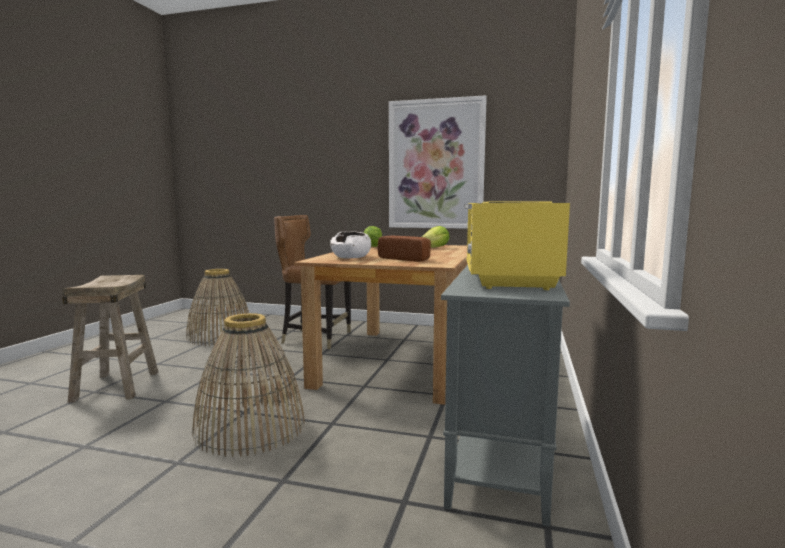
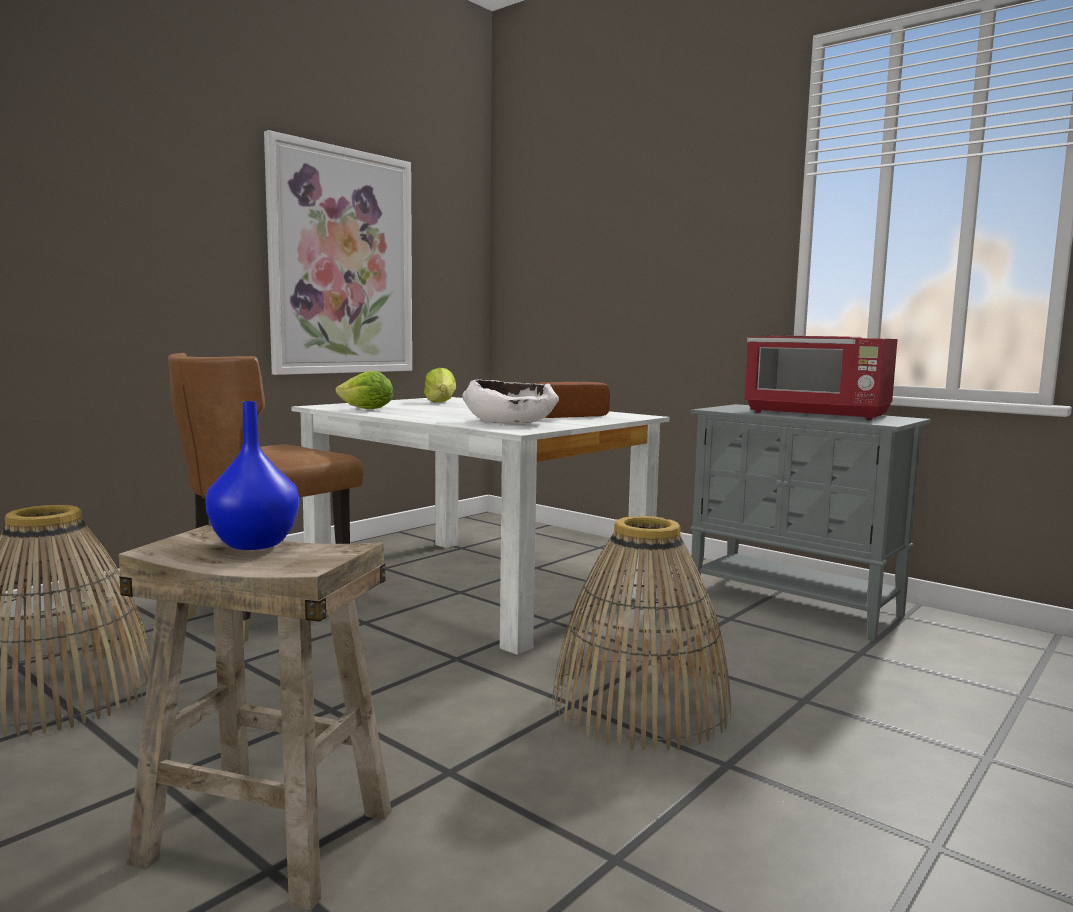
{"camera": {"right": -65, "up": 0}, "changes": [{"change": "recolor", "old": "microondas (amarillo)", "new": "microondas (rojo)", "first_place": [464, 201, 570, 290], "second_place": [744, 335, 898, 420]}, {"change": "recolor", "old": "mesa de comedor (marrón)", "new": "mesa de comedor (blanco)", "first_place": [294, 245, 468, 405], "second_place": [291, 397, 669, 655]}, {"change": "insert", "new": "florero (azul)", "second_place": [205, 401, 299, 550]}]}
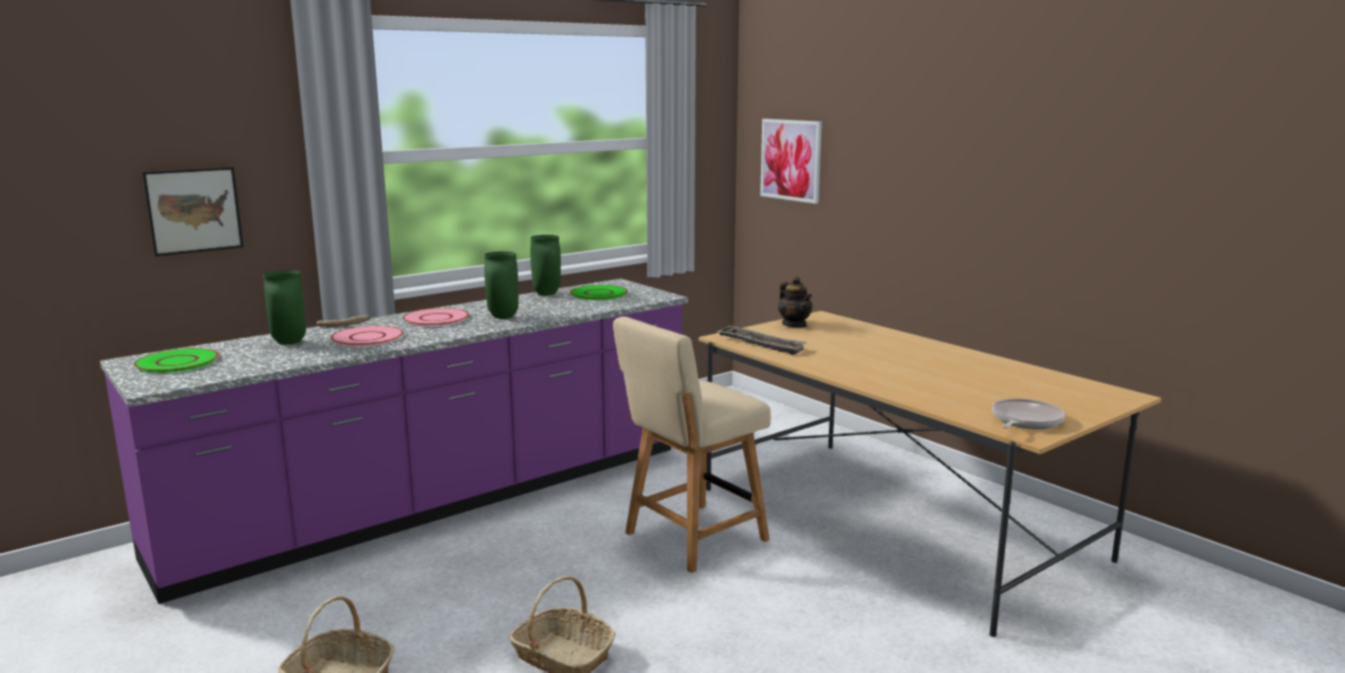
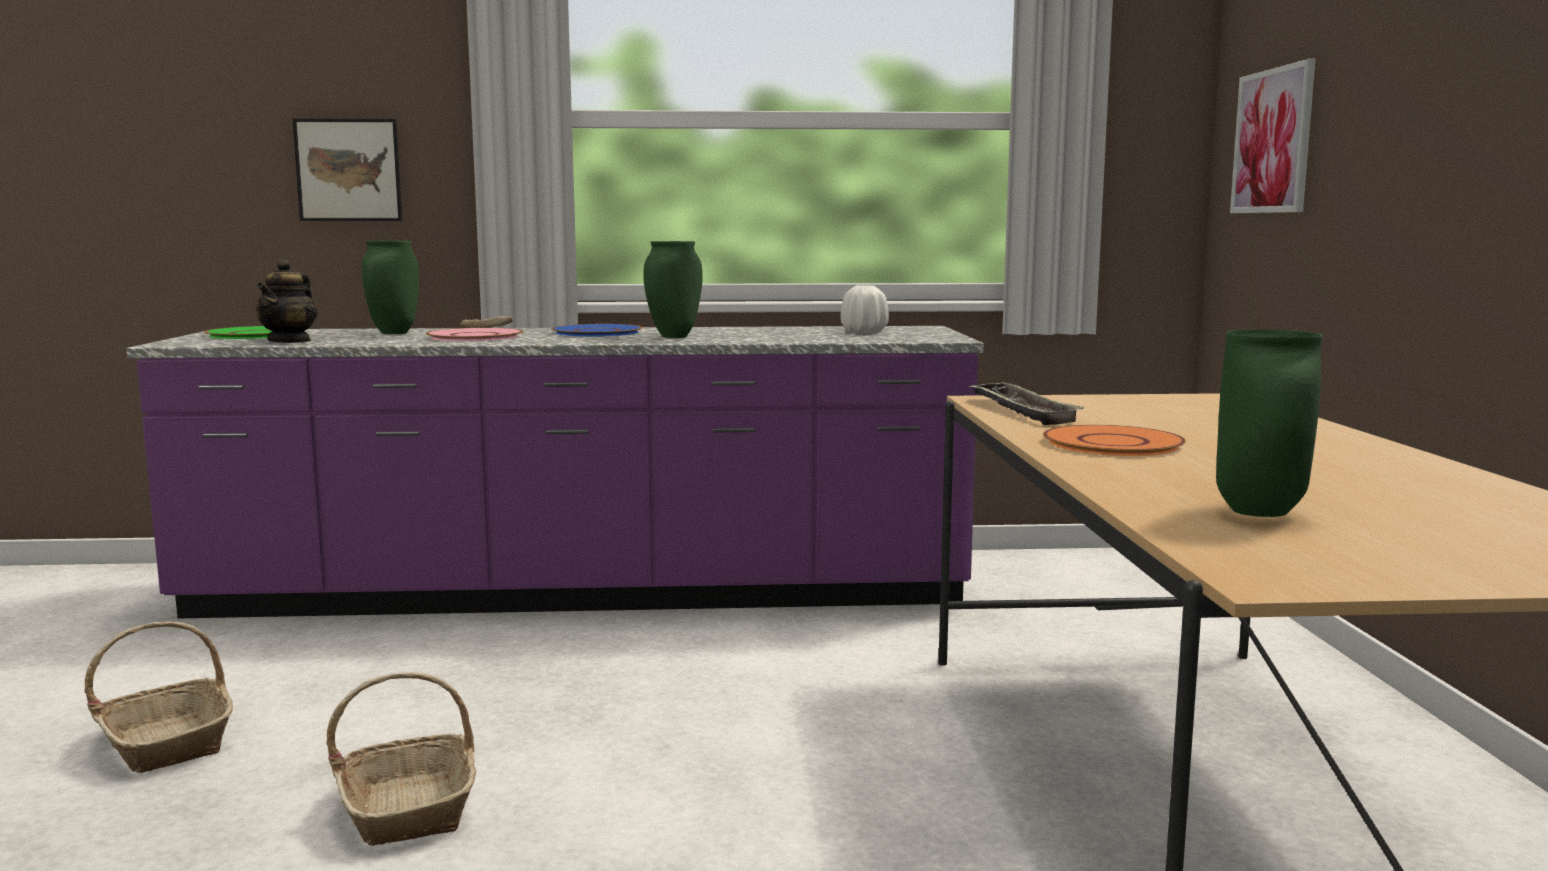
{"camera": {"right": 35, "up": -5}, "changes": [{"change": "move", "old": "florero (verde)", "first_place": [530, 235, 561, 296], "second_place": [1216, 329, 1322, 517]}, {"change": "move", "old": "tetera", "first_place": [778, 277, 812, 327], "second_place": [256, 259, 318, 343]}, {"change": "replace", "old": "plato (verde)", "new": "florero (blanco)", "first_place": [570, 285, 628, 300], "second_place": [841, 285, 889, 333]}, {"change": "recolor", "old": "plato (rosa)", "new": "plato (azul)", "first_place": [403, 308, 469, 326], "second_place": [551, 324, 643, 337]}, {"change": "delete", "old": "silla (beis)", "first_place": [613, 317, 771, 573]}, {"change": "delete", "old": "sartén", "first_place": [992, 398, 1065, 429]}, {"change": "insert", "new": "plato (naranja)", "second_place": [1043, 425, 1186, 456]}]}
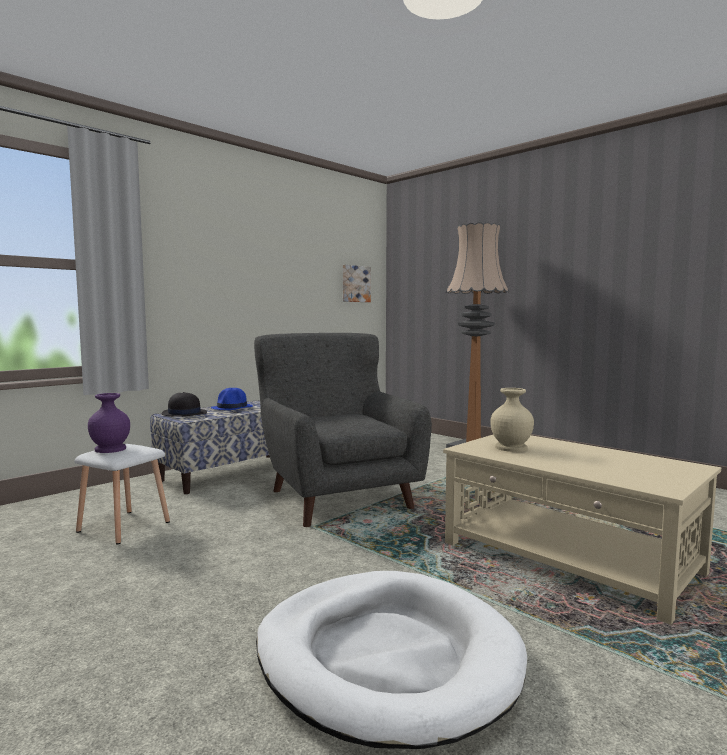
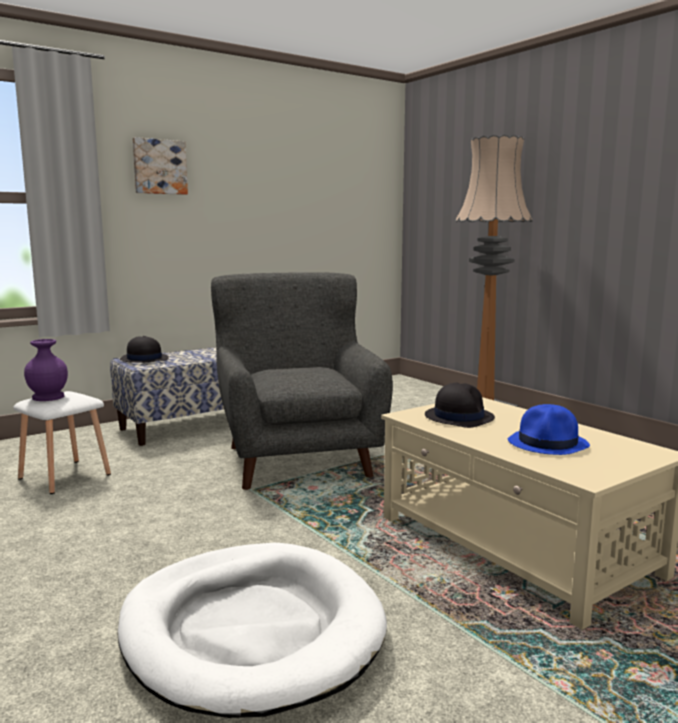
{"camera": {"right": 10, "up": 5}, "changes": [{"change": "move", "old": "cuadro", "first_place": [343, 265, 371, 302], "second_place": [133, 137, 188, 195]}, {"change": "move", "old": "sombrero (azul)", "first_place": [211, 388, 253, 410], "second_place": [507, 404, 590, 455]}, {"change": "replace", "old": "florero (beis)", "new": "sombrero (negro)", "first_place": [490, 388, 534, 452], "second_place": [425, 382, 495, 428]}]}
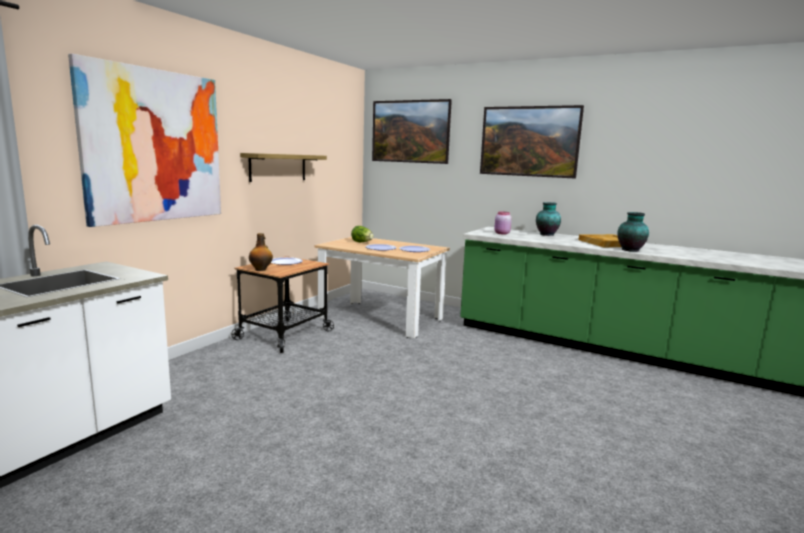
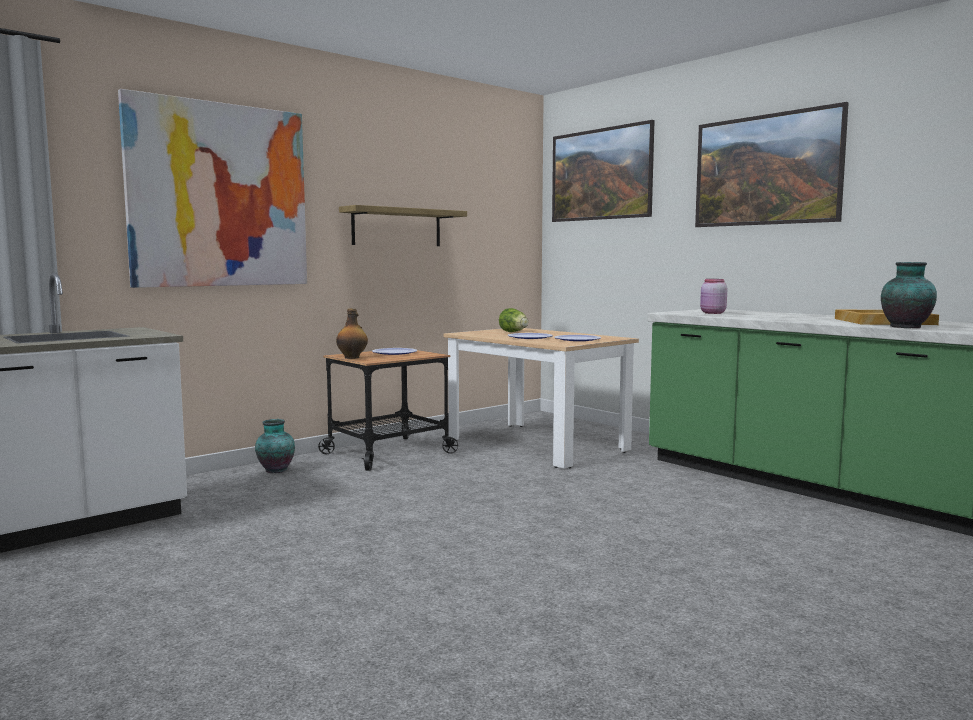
{"camera": {"right": 20, "up": -5}, "changes": [{"change": "move", "old": "florero", "first_place": [536, 202, 561, 236], "second_place": [255, 419, 295, 473]}]}
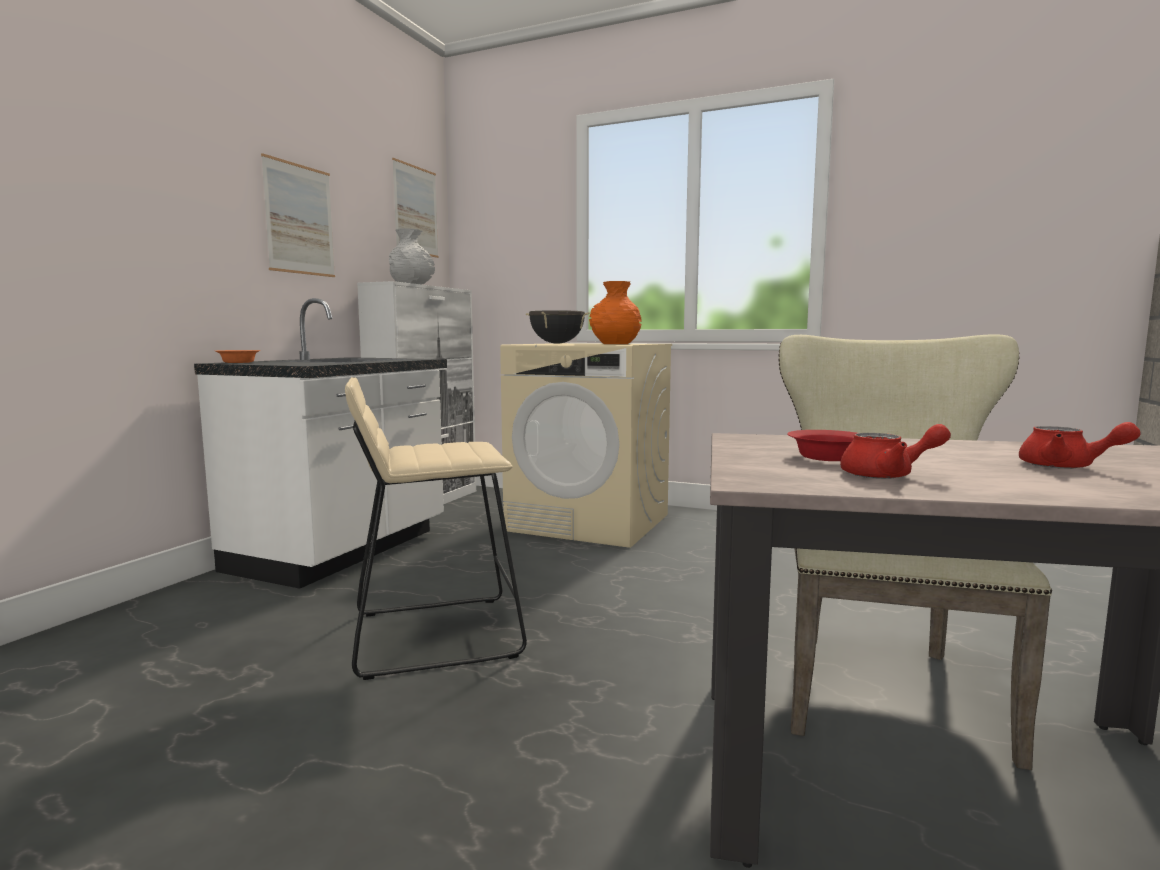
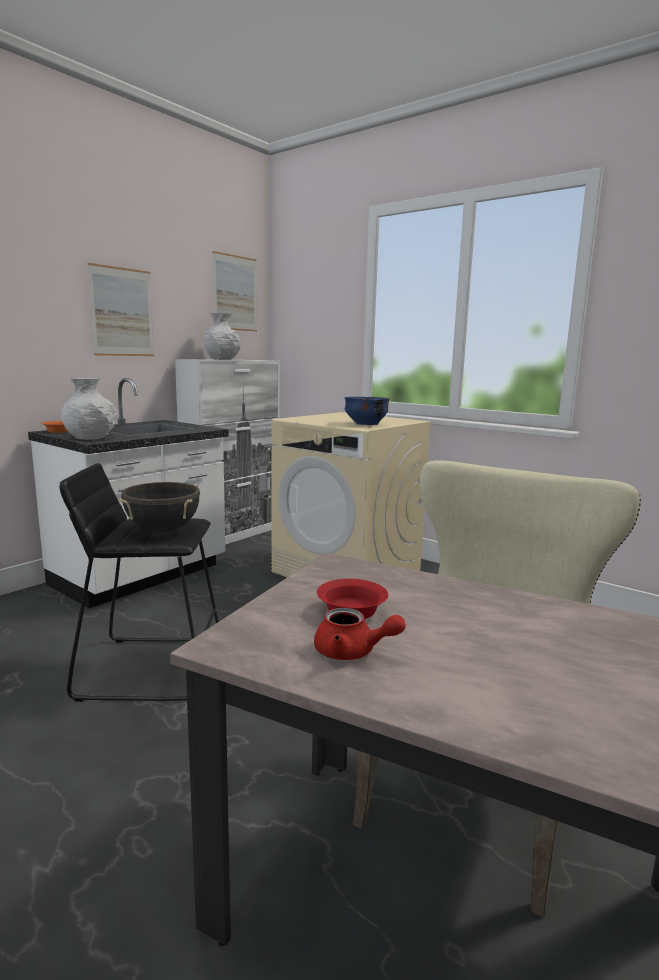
{"camera": {"right": 15, "up": 5}, "changes": [{"change": "replace", "old": "florero (naranja)", "new": "cuenco (azul)", "first_place": [589, 281, 642, 344], "second_place": [345, 397, 390, 425]}, {"change": "move", "old": "olla (negro)", "first_place": [526, 310, 590, 344], "second_place": [118, 482, 200, 533]}, {"change": "recolor", "old": "taburete (beis)", "new": "taburete (negro)", "first_place": [345, 377, 527, 680], "second_place": [59, 463, 219, 702]}, {"change": "delete", "old": "tetera (rojo)", "first_place": [1019, 422, 1140, 469]}, {"change": "insert", "new": "florero (blanco)", "second_place": [61, 378, 117, 440]}]}
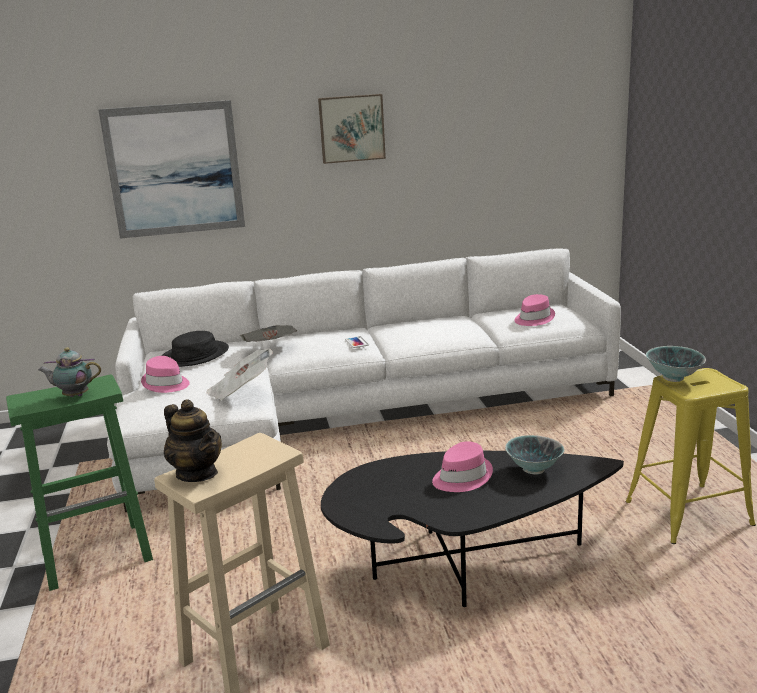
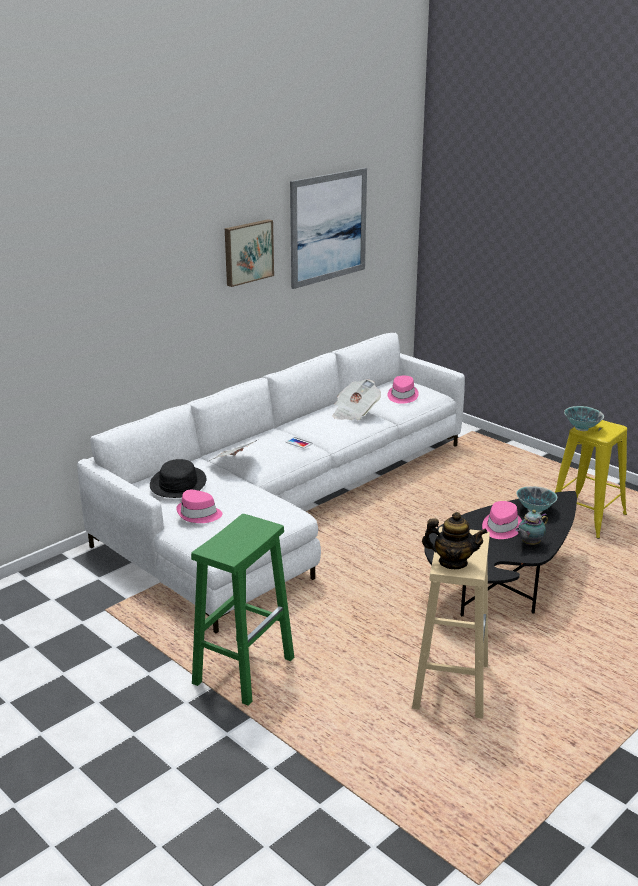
{"camera": {"right": -35, "up": 5}, "changes": [{"change": "move", "old": "cuadro", "first_place": [98, 100, 245, 239], "second_place": [290, 168, 367, 289]}, {"change": "move", "old": "tetera", "first_place": [38, 347, 101, 397], "second_place": [515, 510, 548, 545]}, {"change": "move", "old": "periódico", "first_place": [206, 349, 273, 401], "second_place": [333, 379, 381, 420]}]}
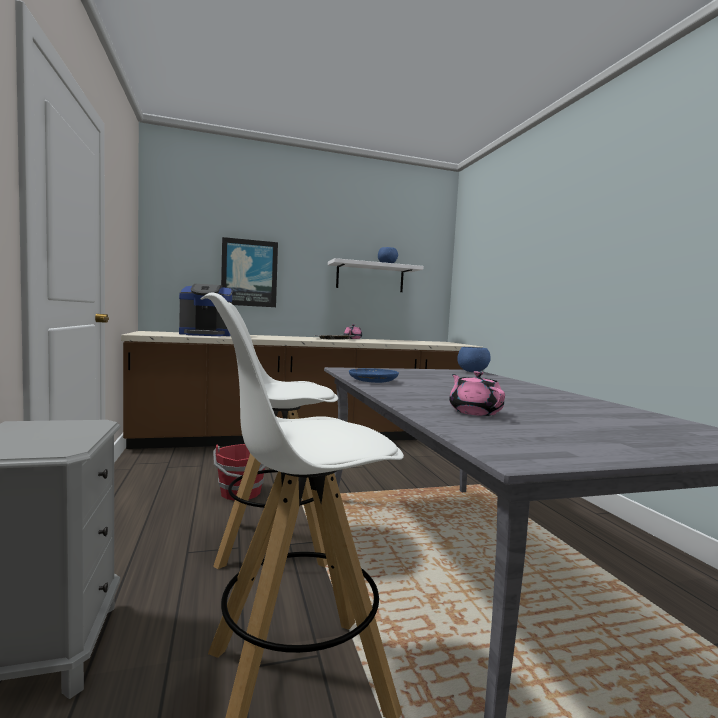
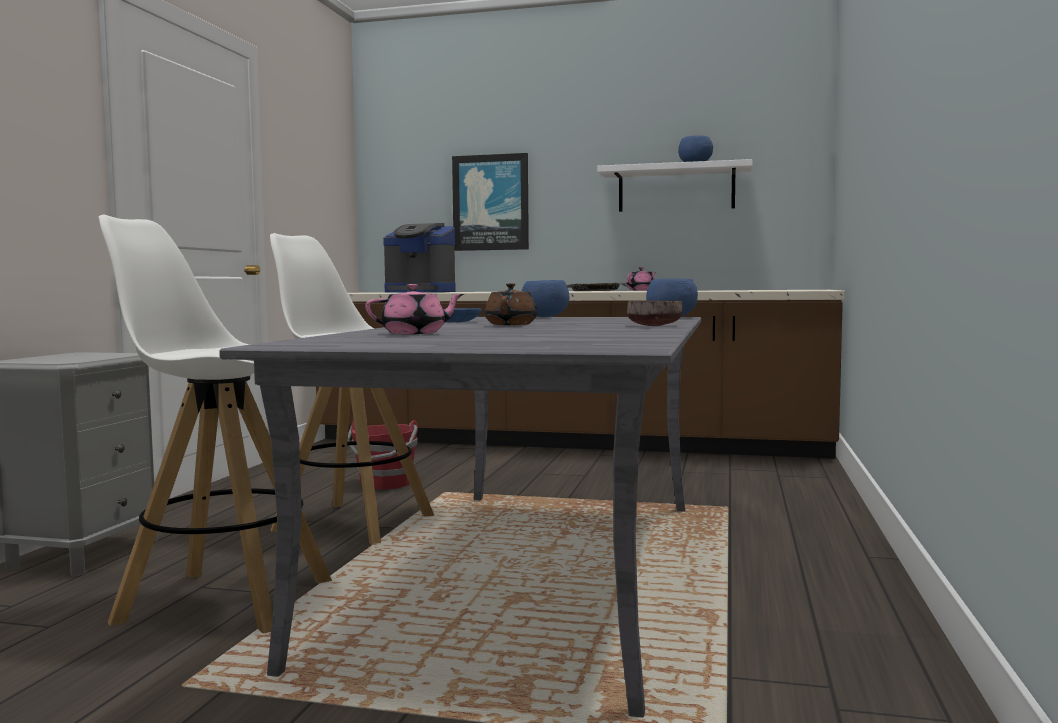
{"camera": {"right": 30, "up": 0}, "changes": [{"change": "rotate", "old": "tetera (rosa)", "first_place": [449, 371, 505, 416], "second_place": [365, 284, 464, 334], "degrees": 60}, {"change": "insert", "new": "cuenco (azul)", "second_place": [522, 280, 570, 317]}, {"change": "insert", "new": "tetera (marrón)", "second_place": [485, 283, 537, 325]}, {"change": "insert", "new": "cuenco (marrón)", "second_place": [627, 300, 682, 326]}]}
